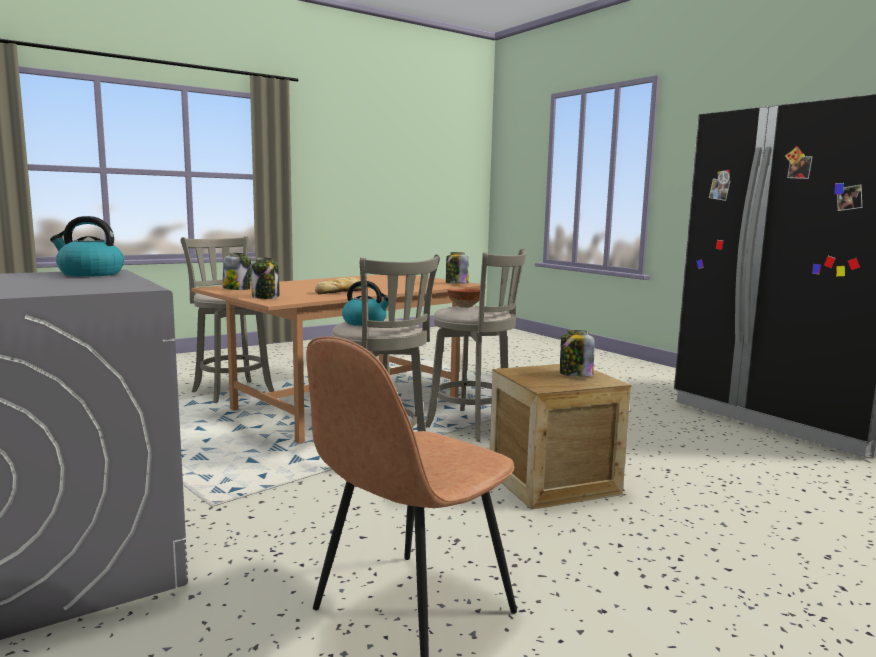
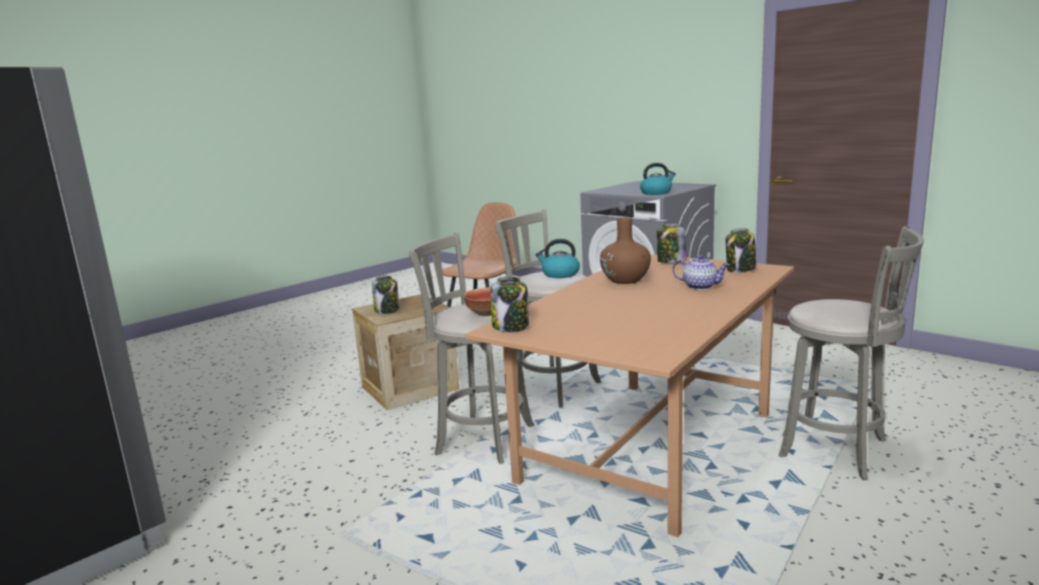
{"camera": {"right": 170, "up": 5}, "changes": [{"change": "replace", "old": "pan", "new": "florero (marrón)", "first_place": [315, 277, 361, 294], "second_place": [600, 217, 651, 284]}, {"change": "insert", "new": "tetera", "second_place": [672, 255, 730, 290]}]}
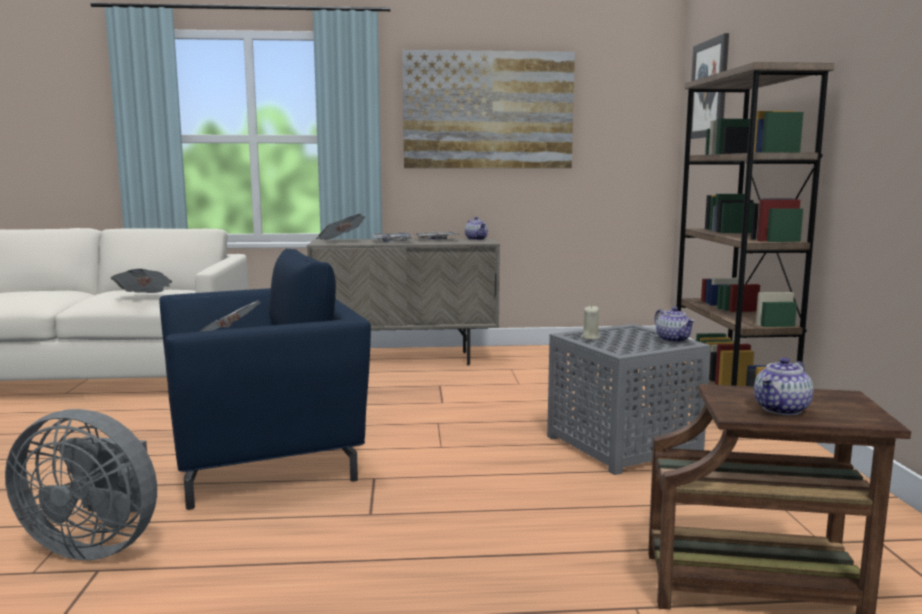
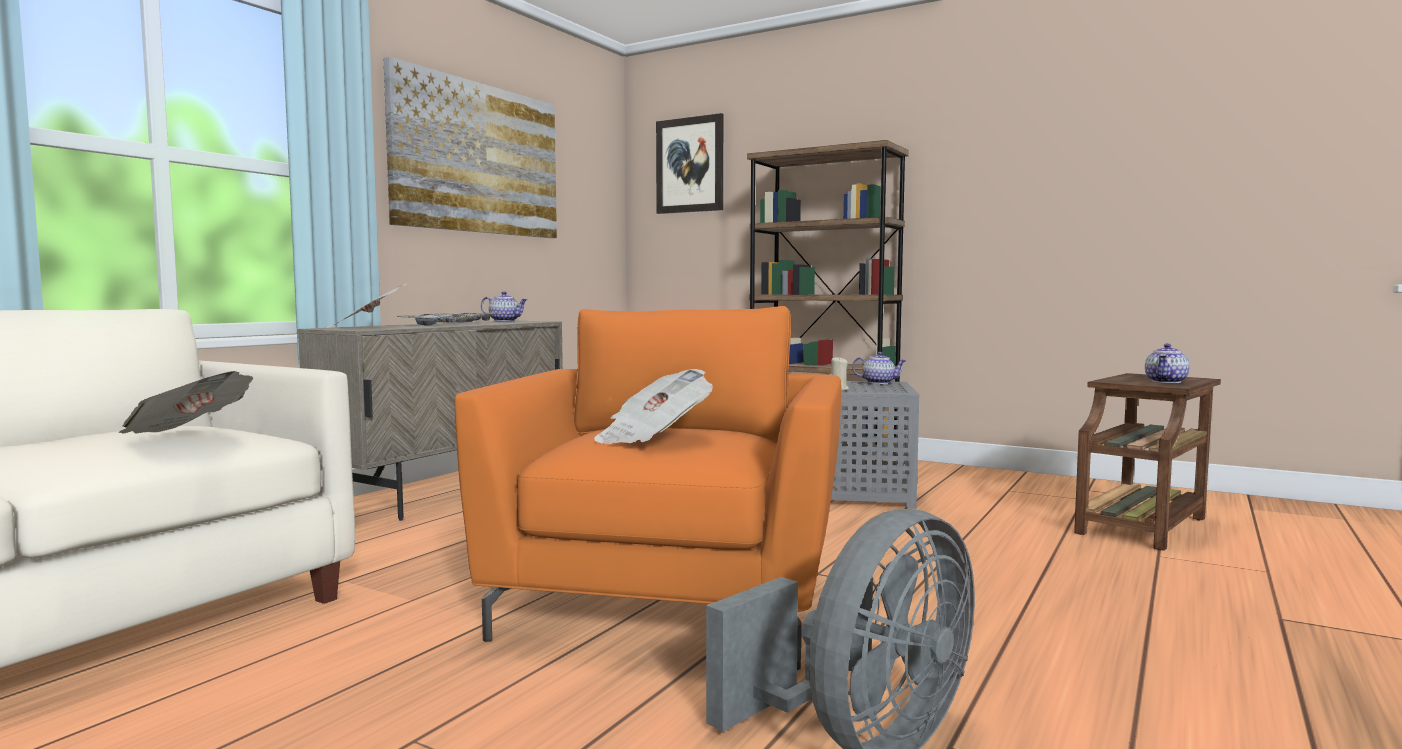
{"camera": {"right": -55, "up": -5}, "changes": [{"change": "recolor", "old": "sillón (azul)", "new": "sillón (naranja)", "first_place": [160, 249, 371, 510], "second_place": [455, 306, 841, 671]}, {"change": "rotate", "old": "tetera", "first_place": [754, 357, 813, 415], "second_place": [1145, 343, 1189, 383], "degrees": 45}]}
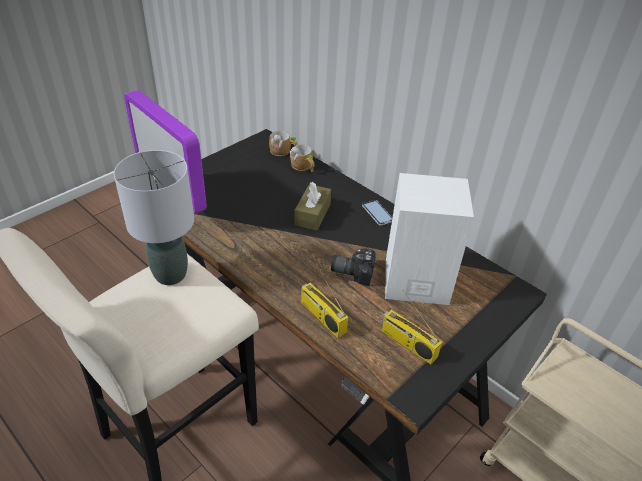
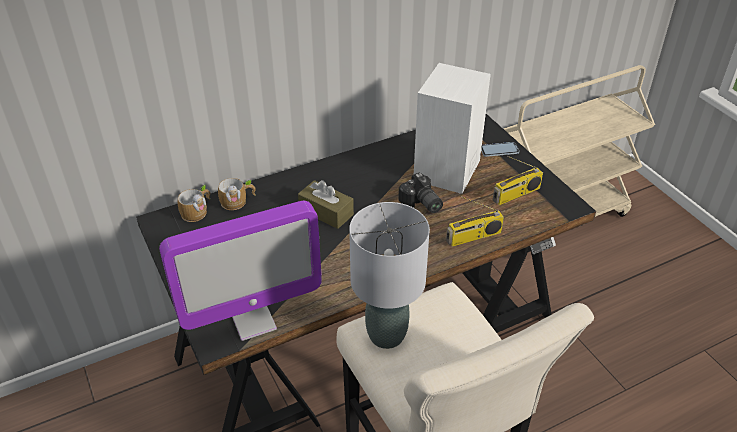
{"camera": {"right": -70, "up": 0}, "changes": [{"change": "move", "old": "móvil", "first_place": [362, 200, 393, 226], "second_place": [481, 142, 519, 157]}, {"change": "rotate", "old": "cámara", "first_place": [331, 248, 376, 286], "second_place": [398, 172, 443, 213], "degrees": -60}]}
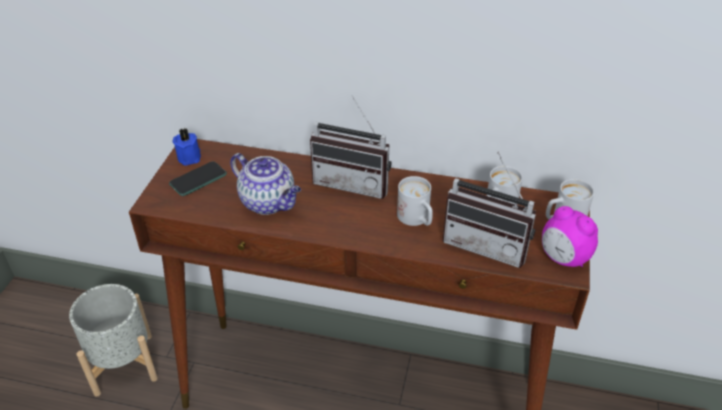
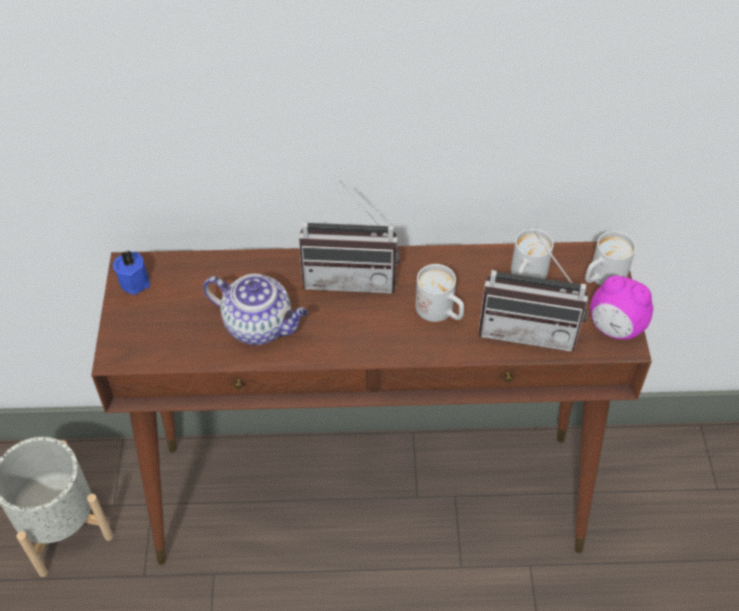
{"camera": {"right": -15, "up": 10}, "changes": [{"change": "delete", "old": "móvil", "first_place": [169, 161, 227, 196]}]}
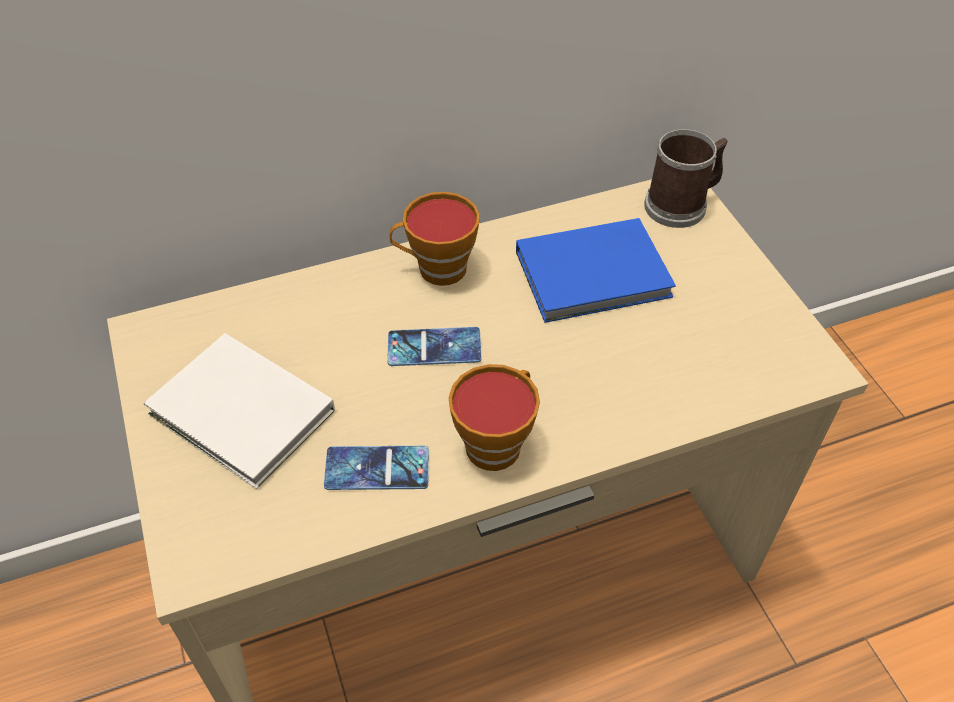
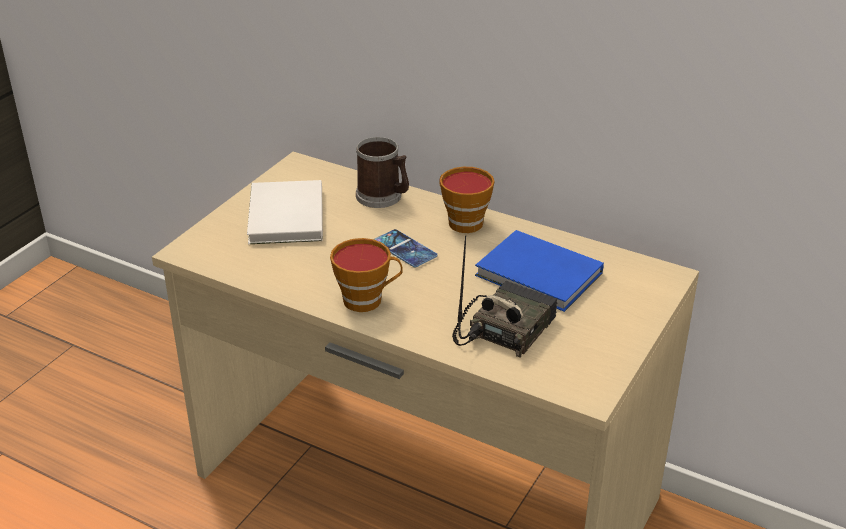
{"camera": {"right": 50, "up": -15}, "changes": [{"change": "move", "old": "taza grande", "first_place": [644, 129, 728, 228], "second_place": [356, 137, 409, 208]}, {"change": "delete", "old": "móvil", "first_place": [324, 446, 429, 490]}, {"change": "insert", "new": "radio", "second_place": [452, 235, 558, 358]}]}
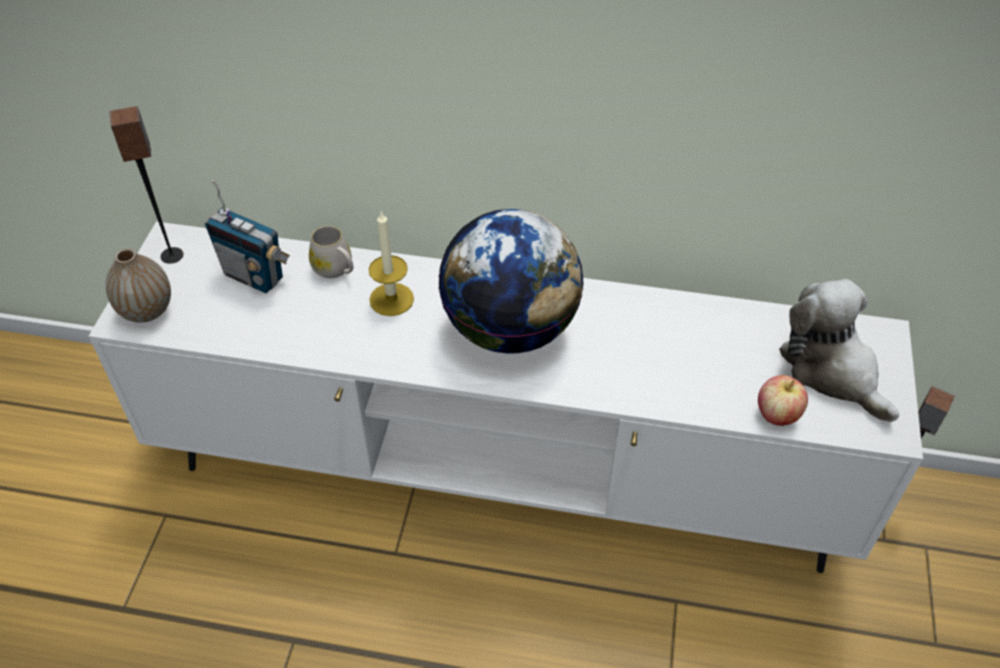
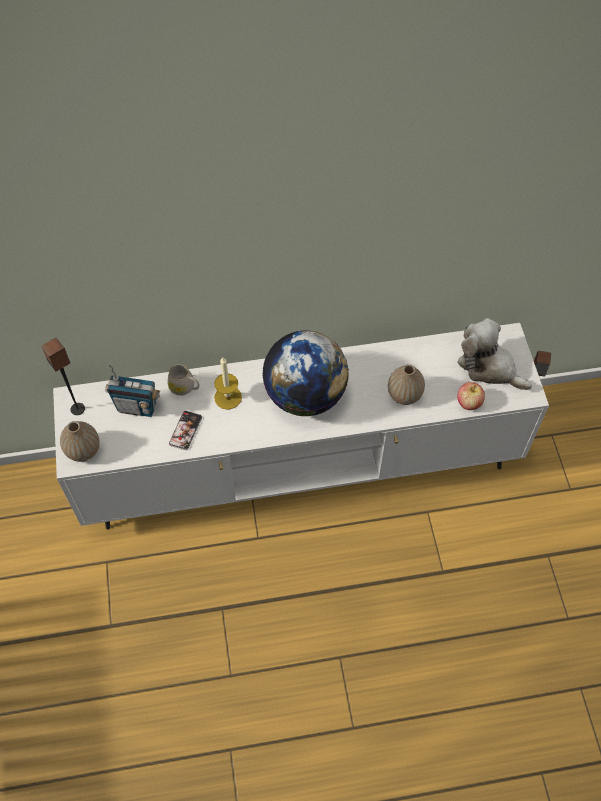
{"camera": {"right": -20, "up": 10}, "changes": [{"change": "insert", "new": "florero", "second_place": [388, 364, 425, 405]}, {"change": "insert", "new": "móvil", "second_place": [169, 410, 202, 450]}]}
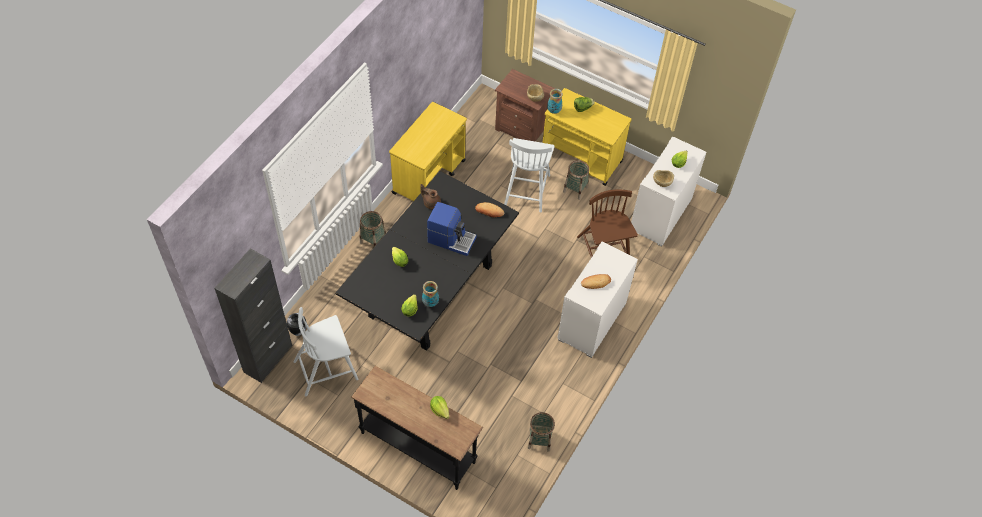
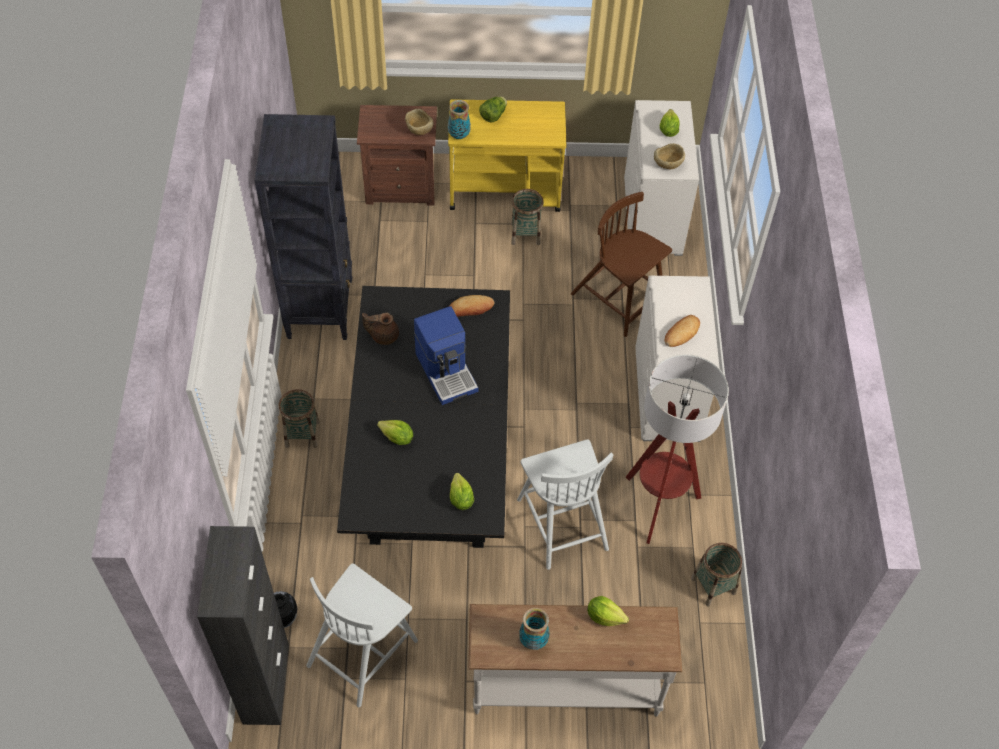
{"camera": {"right": -30, "up": 0}, "changes": [{"change": "replace", "old": "carrito (amarillo)", "new": "estantería (negro)", "first_place": [389, 102, 467, 201], "second_place": [254, 114, 352, 340]}, {"change": "move", "old": "silla (blanco)", "first_place": [504, 138, 555, 213], "second_place": [517, 439, 613, 570]}, {"change": "rotate", "old": "cafetera", "first_place": [427, 202, 477, 256], "second_place": [414, 306, 478, 405], "degrees": 75}, {"change": "move", "old": "florero", "first_place": [422, 281, 439, 307], "second_place": [519, 608, 549, 650]}, {"change": "recolor", "old": "mesa consola (negro)", "new": "mesa consola (blanco)", "first_place": [351, 366, 483, 490], "second_place": [468, 604, 682, 717]}, {"change": "insert", "new": "lámpara de pie", "second_place": [626, 354, 729, 544]}]}
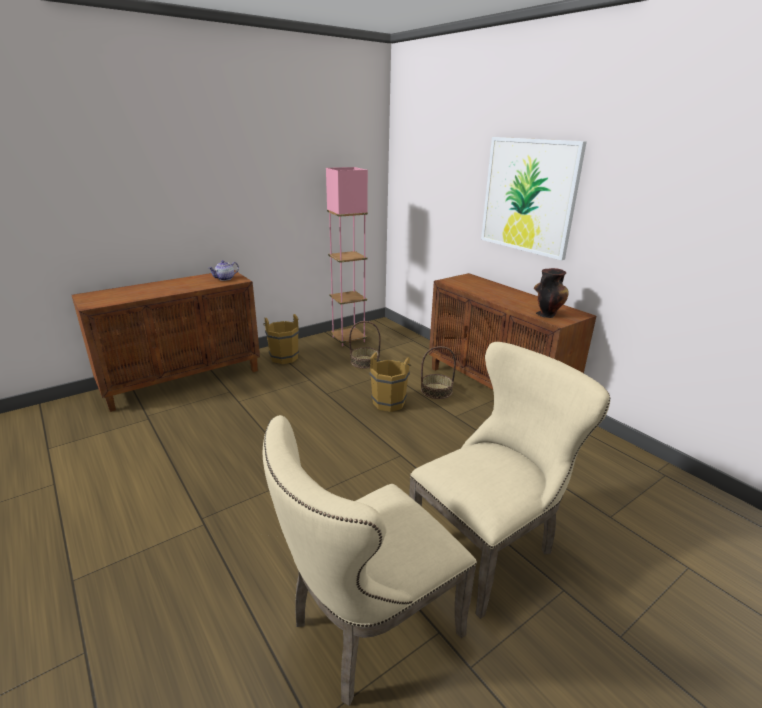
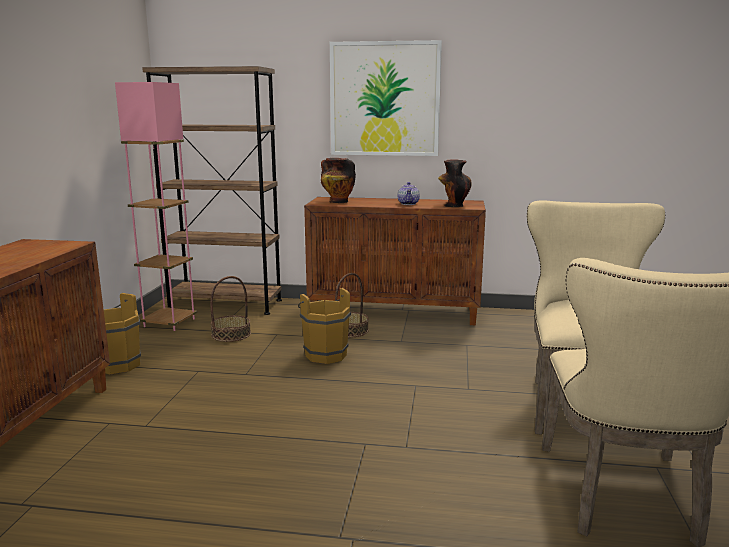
{"camera": {"right": -45, "up": -10}, "changes": [{"change": "move", "old": "tetera", "first_place": [208, 260, 239, 281], "second_place": [398, 182, 420, 205]}, {"change": "insert", "new": "estantería (marrón)", "second_place": [142, 66, 282, 315]}, {"change": "insert", "new": "florero", "second_place": [321, 158, 356, 203]}]}
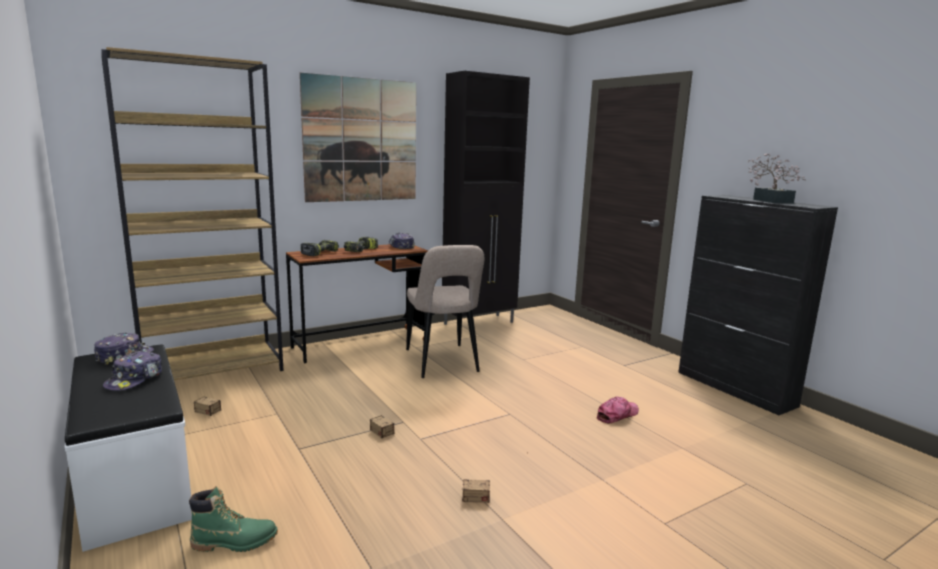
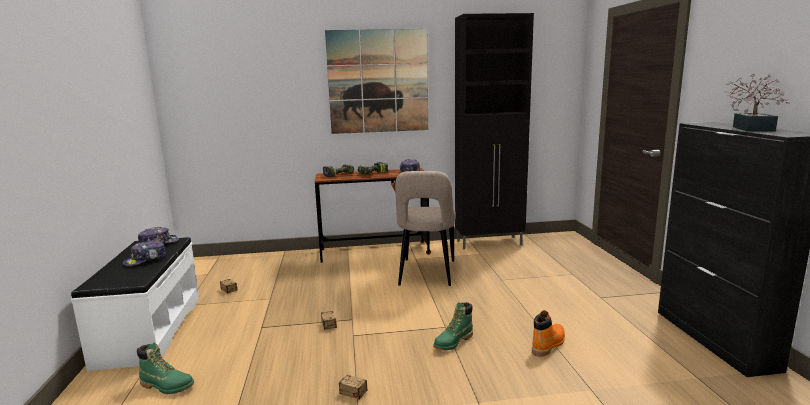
{"camera": {"right": 25, "up": 0}, "changes": [{"change": "delete", "old": "estantería (marrón)", "first_place": [101, 47, 284, 381]}, {"change": "replace", "old": "gorra", "new": "bota (naranja)", "first_place": [597, 396, 639, 423], "second_place": [532, 310, 565, 357]}, {"change": "insert", "new": "bota (verde)", "second_place": [433, 302, 473, 350]}]}
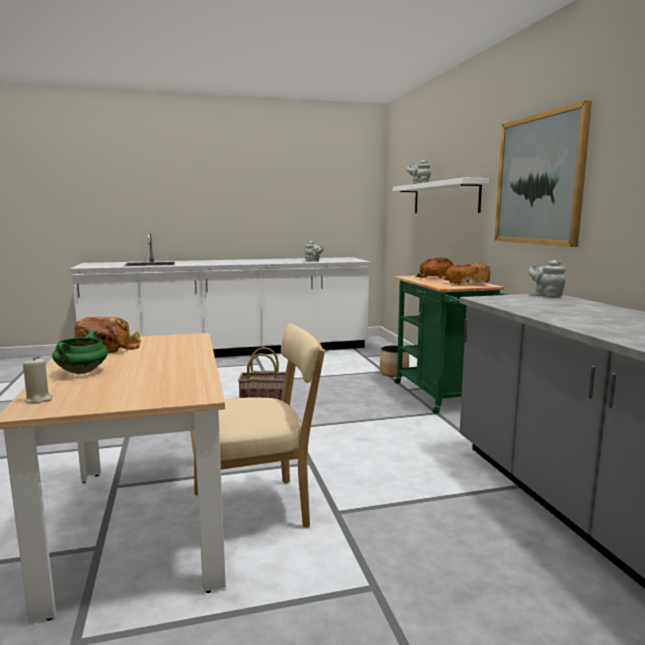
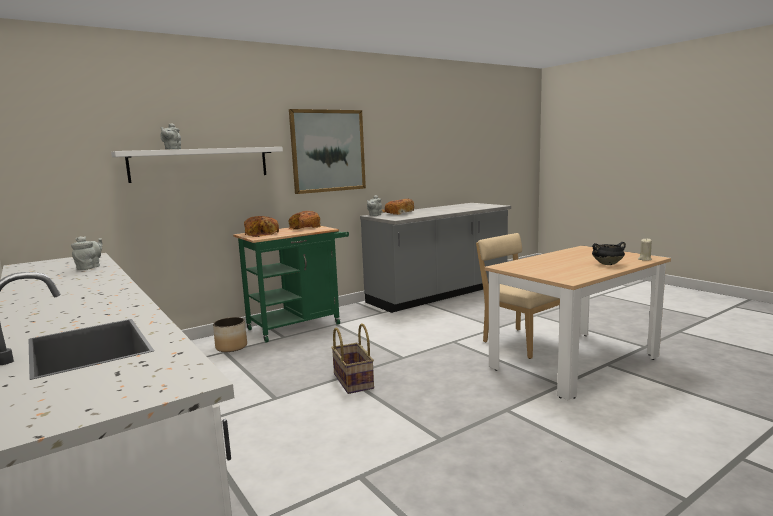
{"camera": {"right": -110, "up": 0}, "changes": [{"change": "move", "old": "pan", "first_place": [74, 317, 142, 353], "second_place": [382, 199, 414, 215]}, {"change": "recolor", "old": "olla (verde)", "new": "olla (negro)", "first_place": [52, 330, 108, 374], "second_place": [592, 242, 626, 265]}]}
